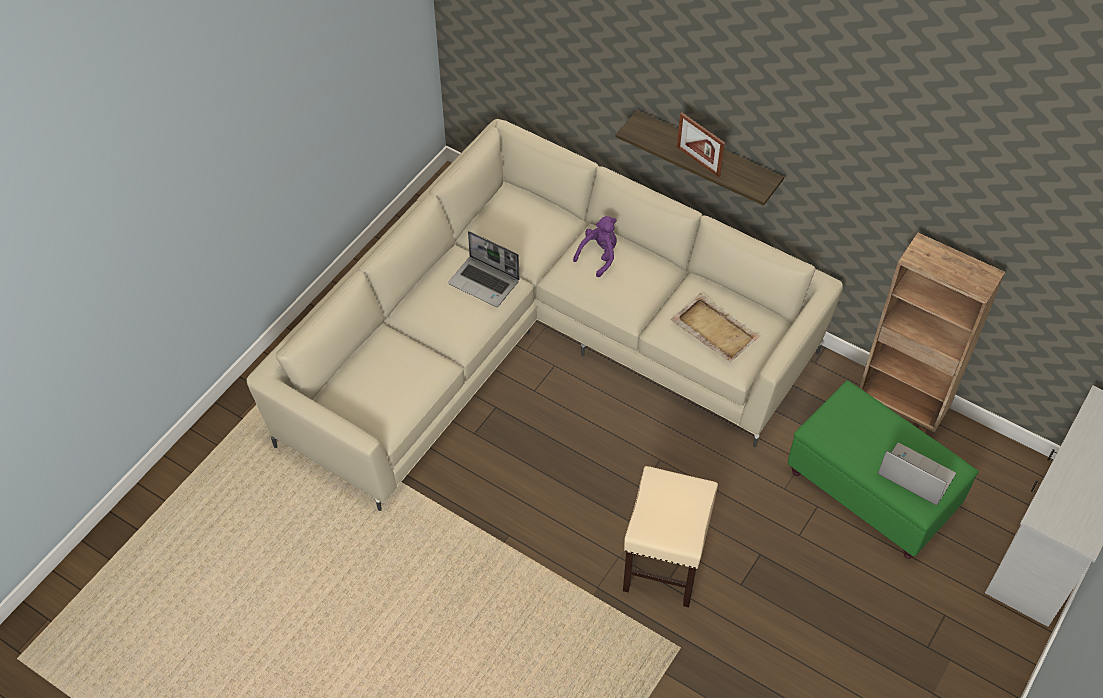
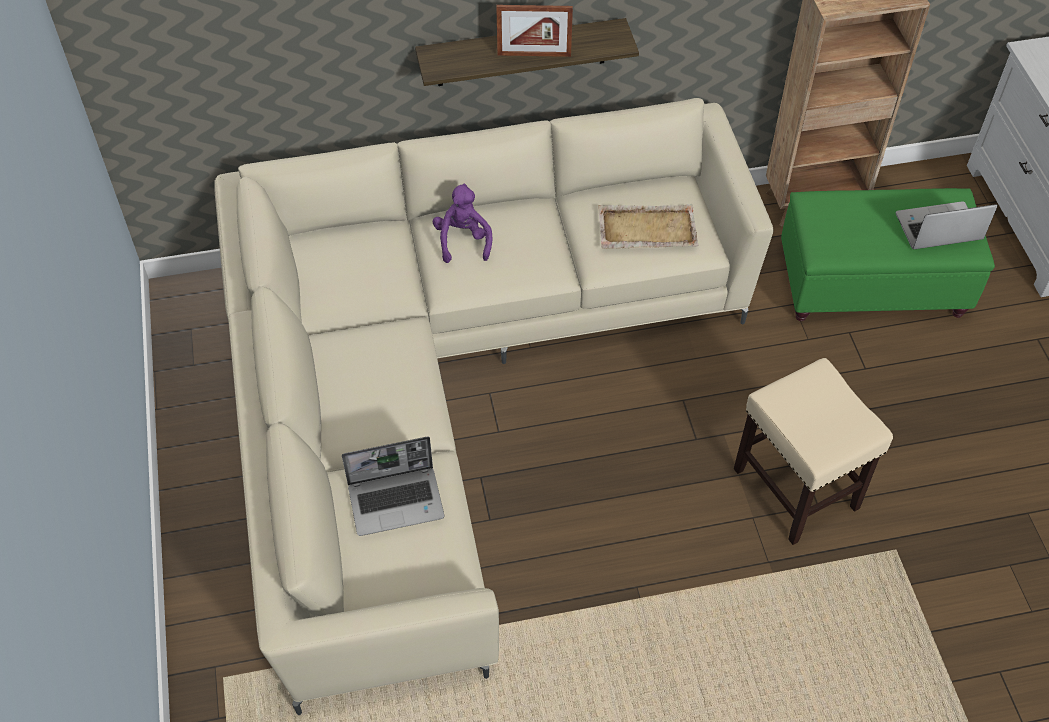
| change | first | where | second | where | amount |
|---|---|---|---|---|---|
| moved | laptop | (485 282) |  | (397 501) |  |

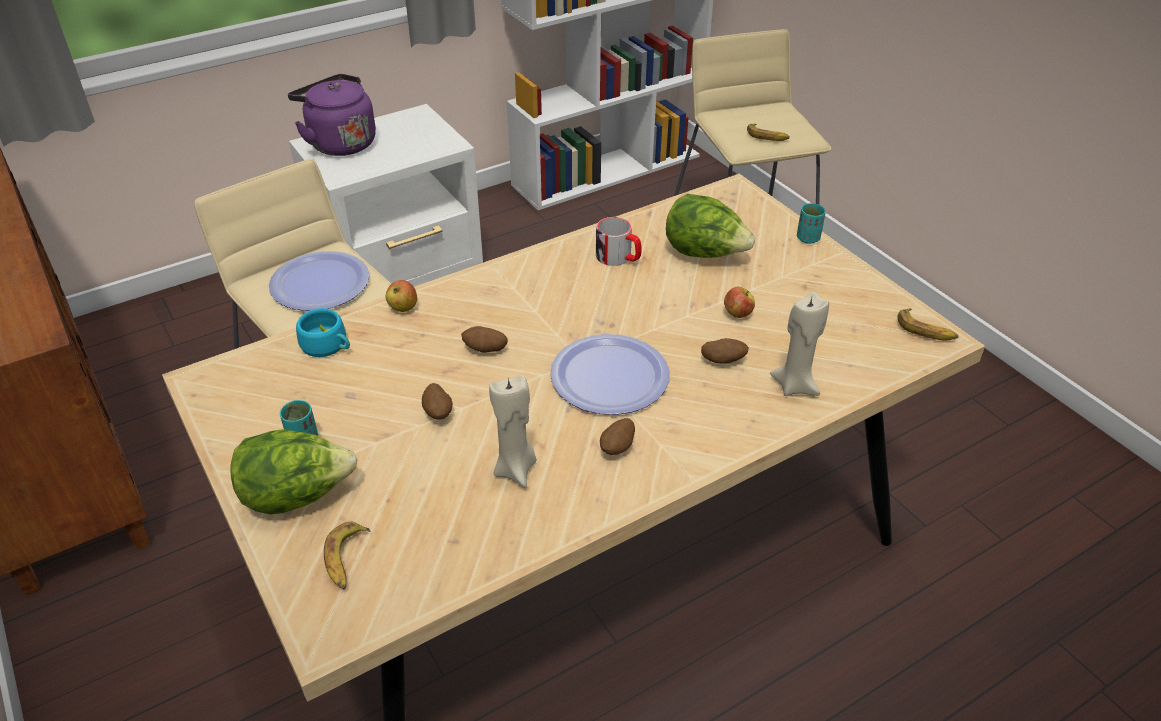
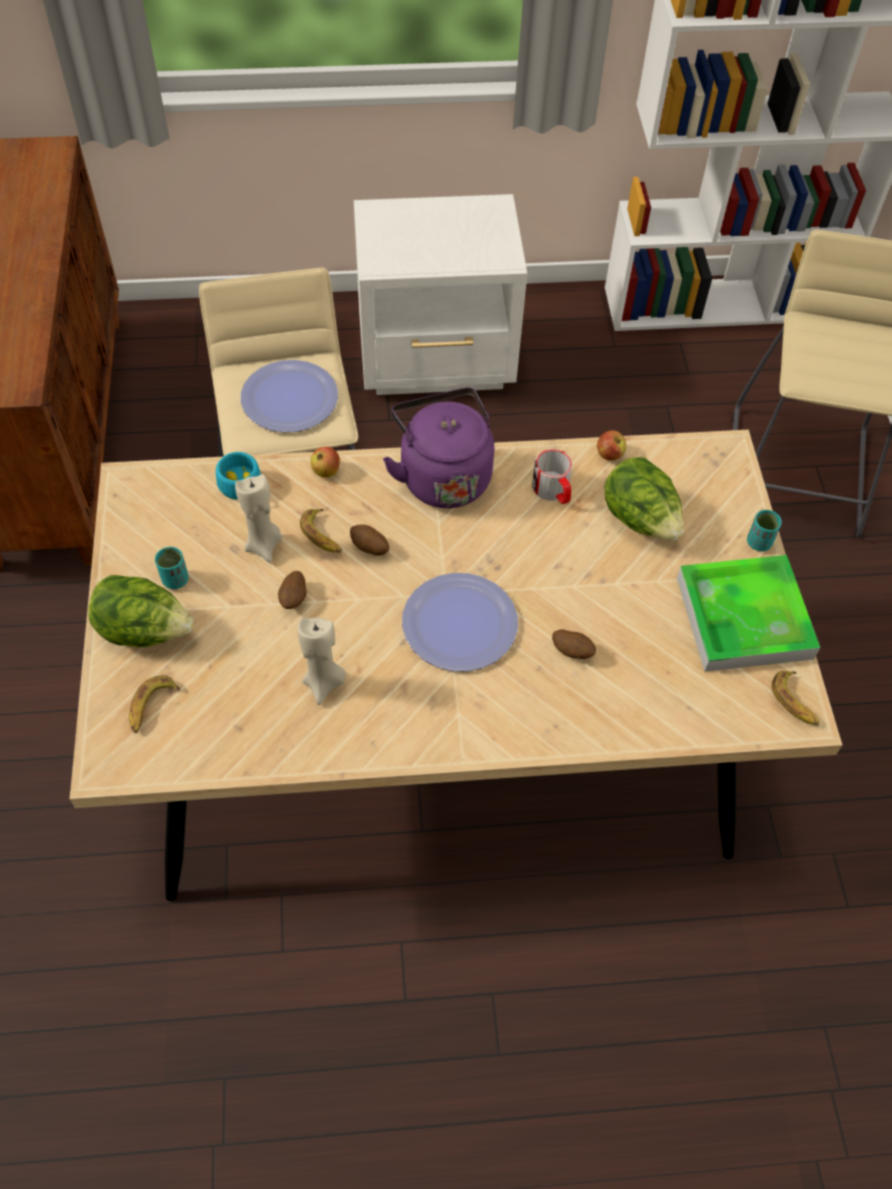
| change | first | where | second | where | amount |
|---|---|---|---|---|---|
| moved | świeca [beżowy] | (795 385) |  | (264 545) |  |
| moved | banan | (767 136) |  | (322 536) |  |
| moved | czajnik [fioletowy] | (339 143) |  | (442 475) |  |
| moved | jabłko | (737 314) |  | (609 454) |  |
| added |  |  | taca | (743 617) |  |
| removed | ziemniak | (617 448) |  |  |  |

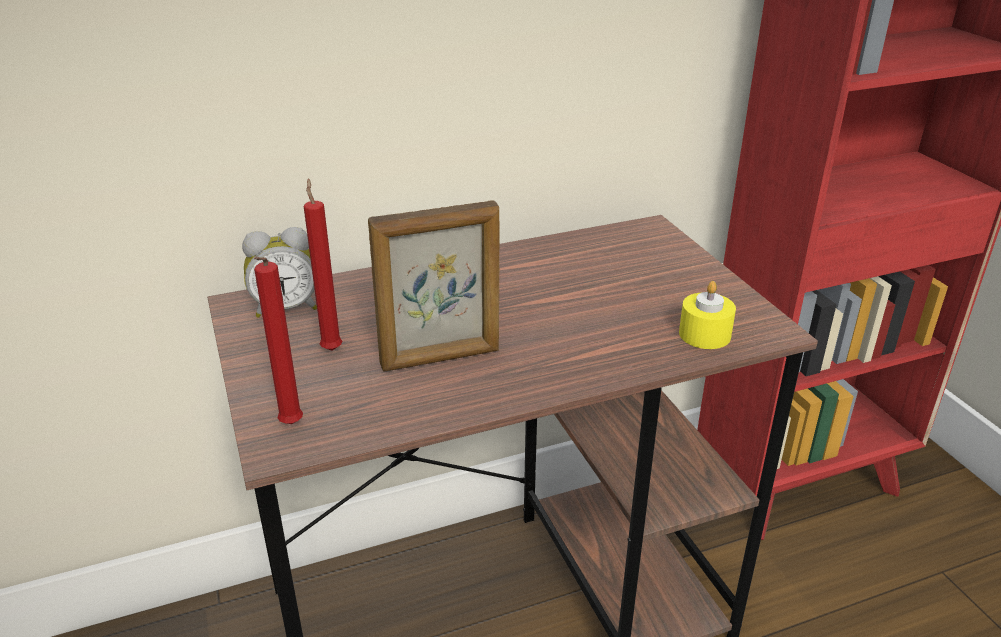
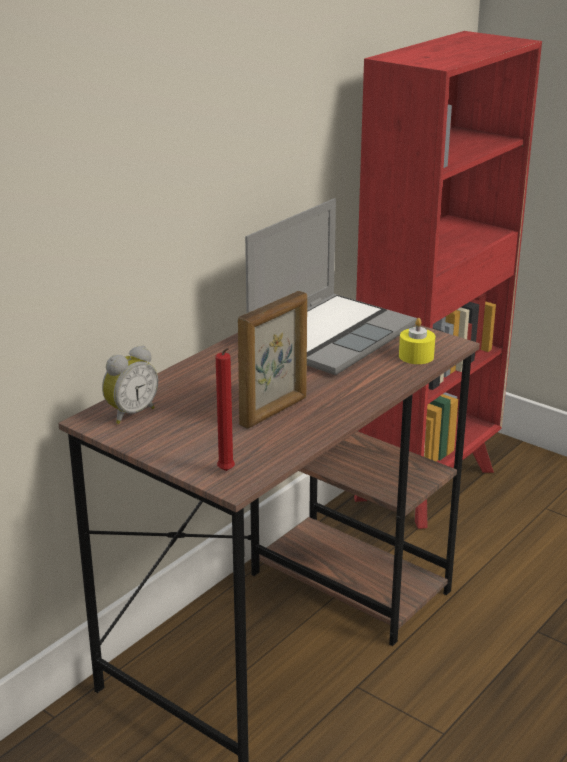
| change | first | where | second | where | amount |
|---|---|---|---|---|---|
| added |  |  | laptop | (331 335) |  |
| removed | świeca [czerwony] | (331 348) |  |  |  |

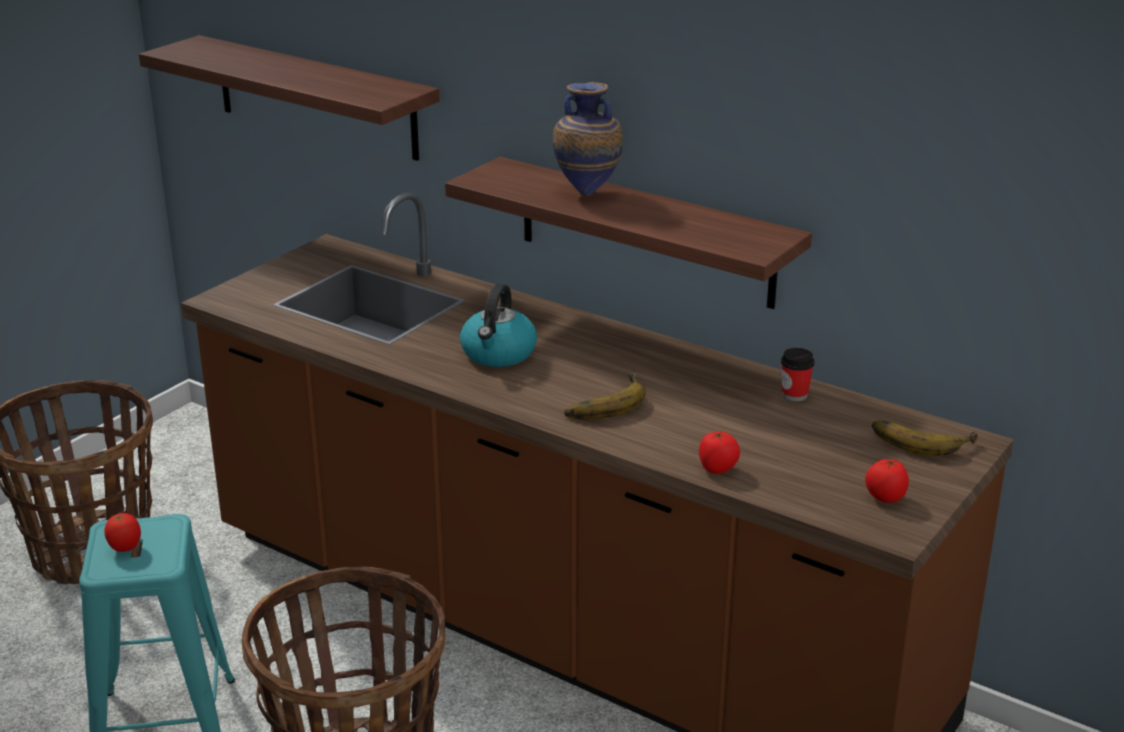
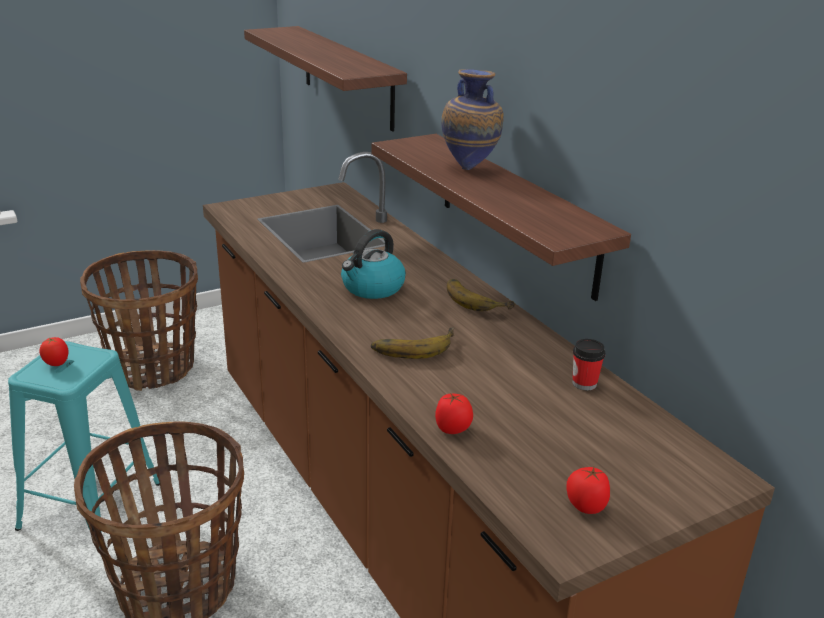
| change | first | where | second | where | amount |
|---|---|---|---|---|---|
| moved | banan | (921 439) |  | (477 299) |  |

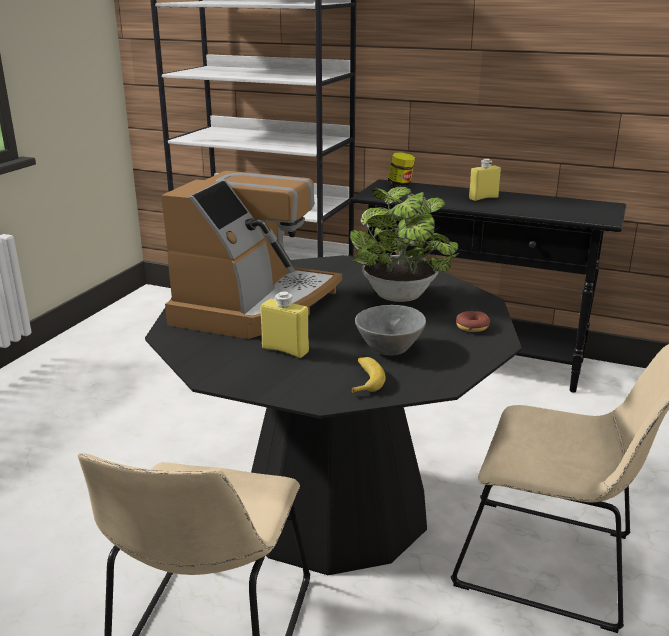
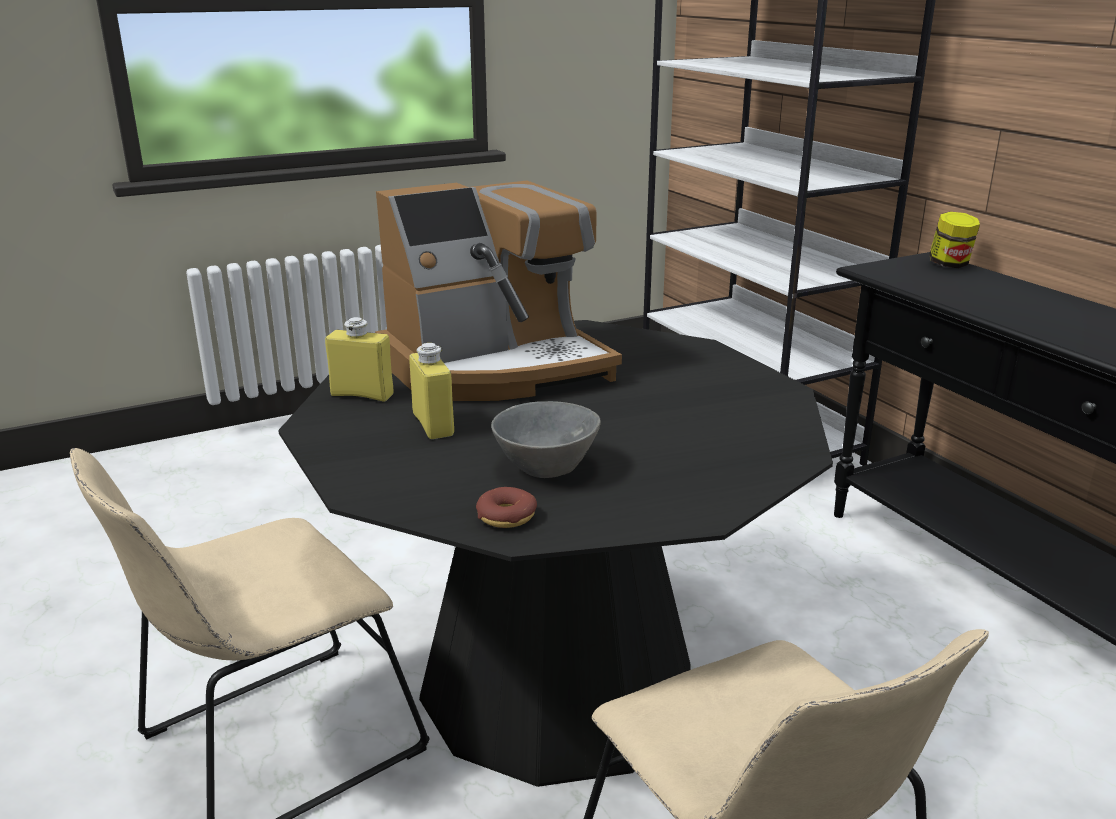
| change | first | where | second | where | amount |
|---|---|---|---|---|---|
| moved | butelka [żółty] | (483 198) |  | (362 395) |  |
| moved | donut | (472 327) |  | (506 516) |  |
| removed | roślina doniczkowa | (400 298) |  |  |  |
| removed | banan | (365 380) |  |  |  |

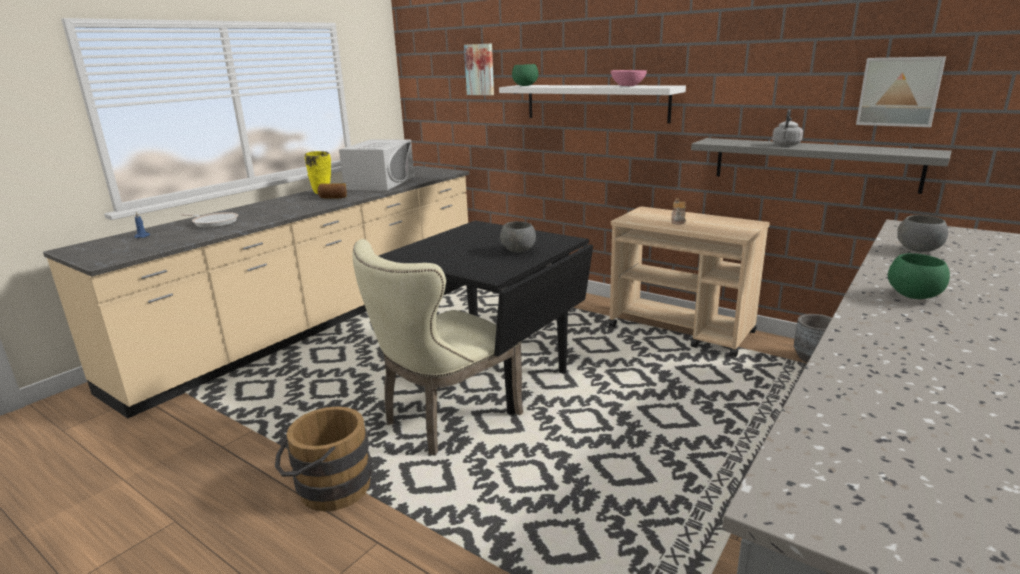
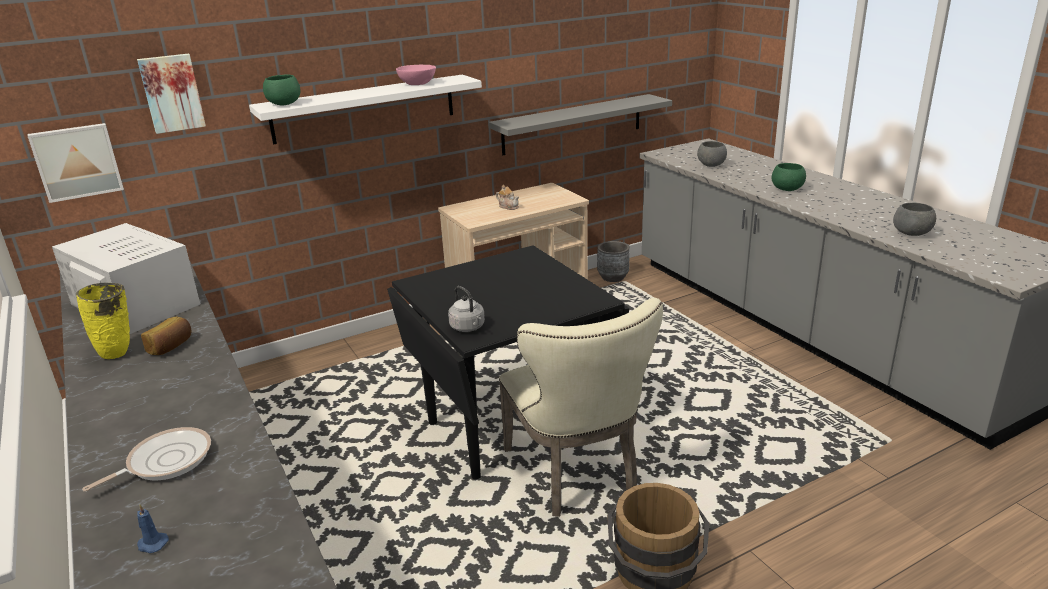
| change | first | where | second | where | amount |
|---|---|---|---|---|---|
| moved | obraz | (899 91) |  | (77 161) |  |
| moved | czajnik [szary] | (785 145) |  | (468 327) |  |
| moved | miska [szary] | (518 251) |  | (912 234) |  |

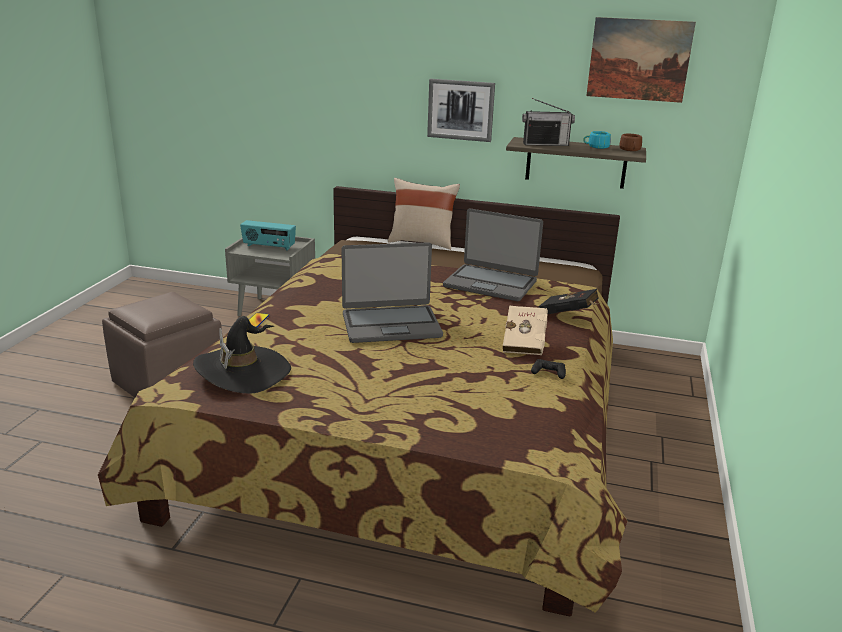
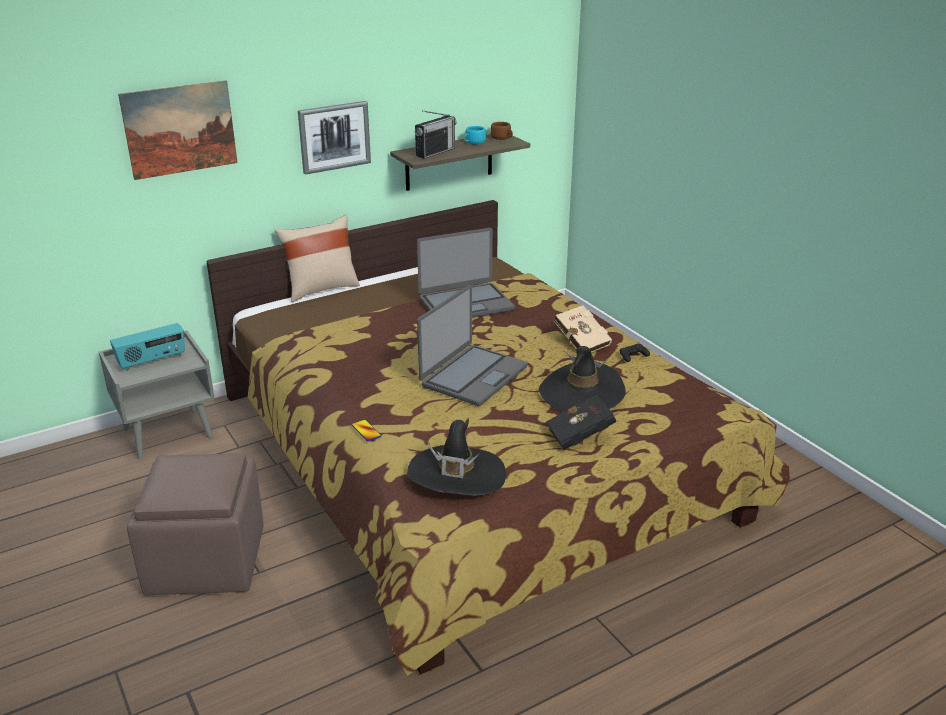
| change | first | where | second | where | amount |
|---|---|---|---|---|---|
| moved | obraz | (639 60) |  | (180 129) |  |
| added |  |  | kapelusz [czarny] | (581 393) |  |
| moved | książka [czarny] | (569 316) |  | (583 436) |  |

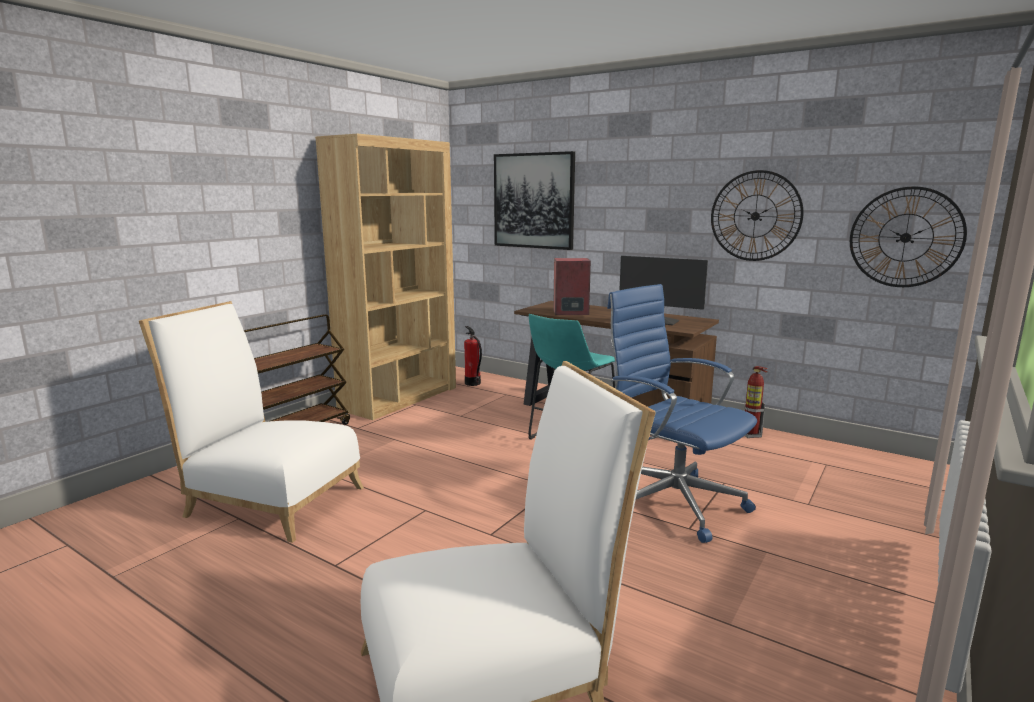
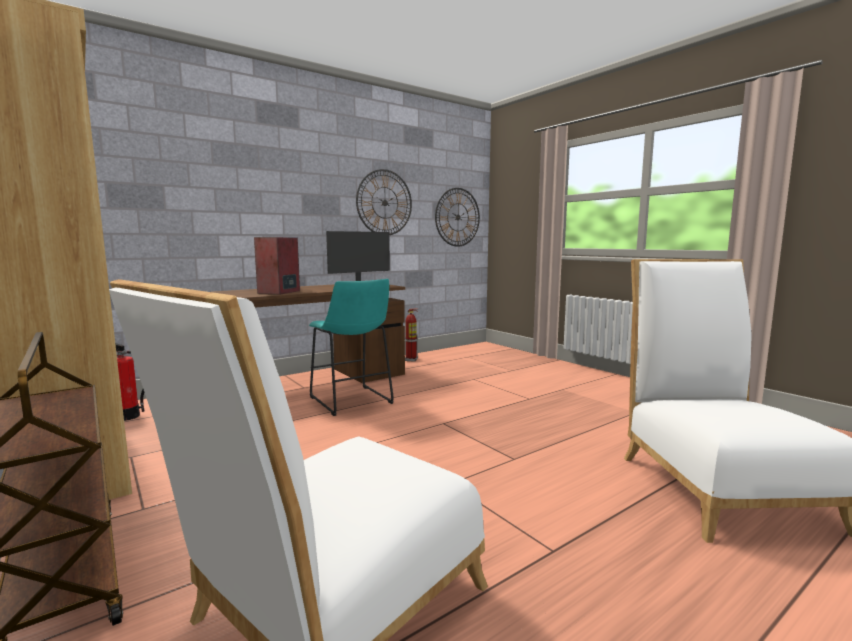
| change | first | where | second | where | amount |
|---|---|---|---|---|---|
| removed | obraz | (533 201) |  |  |  |
| removed | krzesło biurowe [niebieski] | (672 502) |  |  |  |

